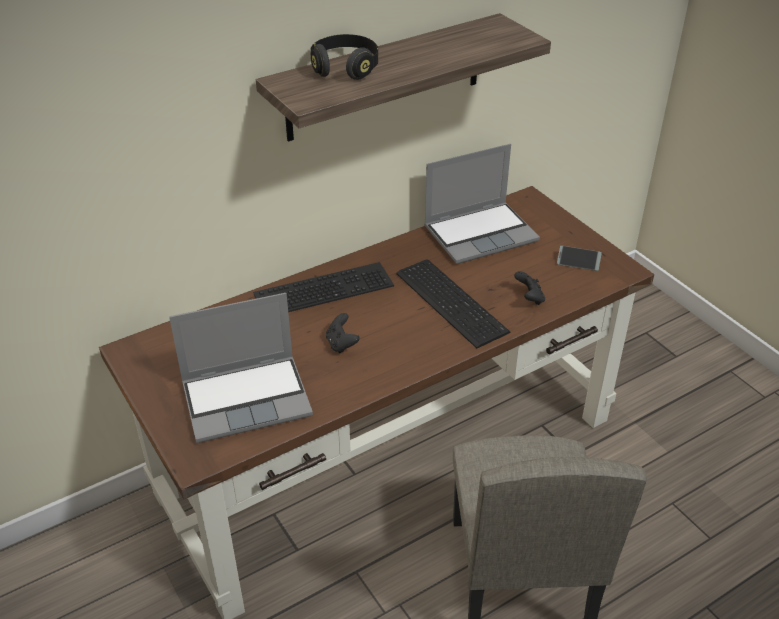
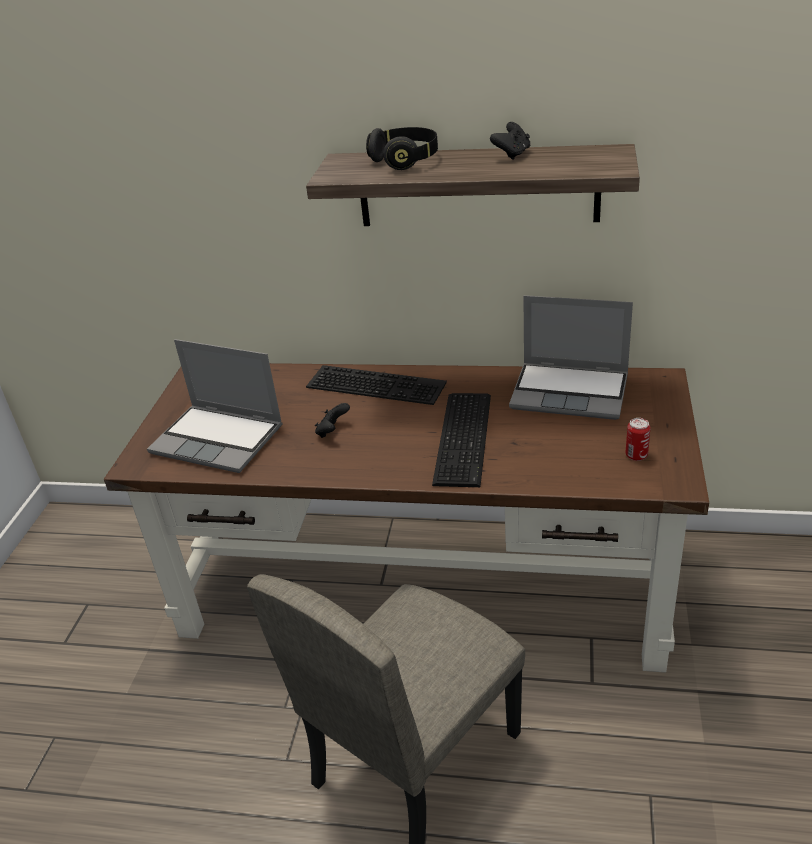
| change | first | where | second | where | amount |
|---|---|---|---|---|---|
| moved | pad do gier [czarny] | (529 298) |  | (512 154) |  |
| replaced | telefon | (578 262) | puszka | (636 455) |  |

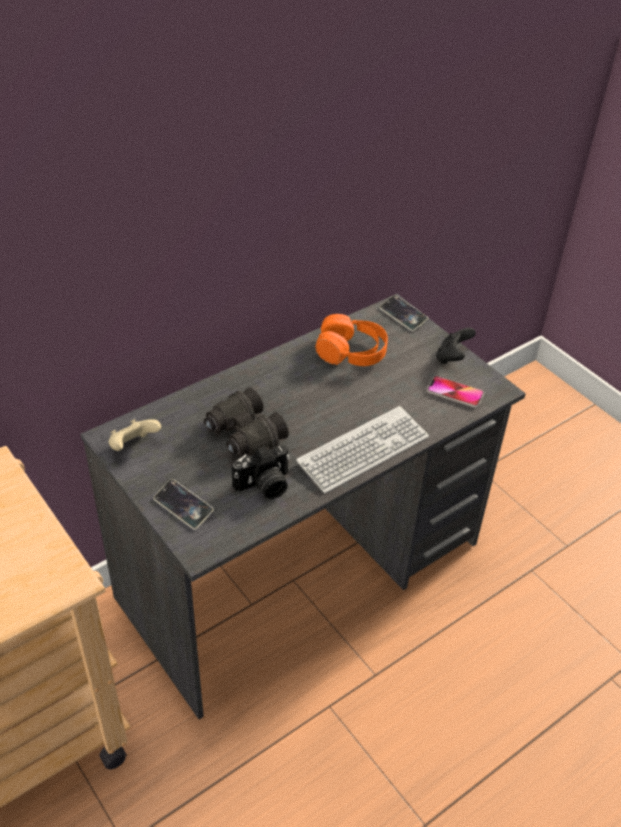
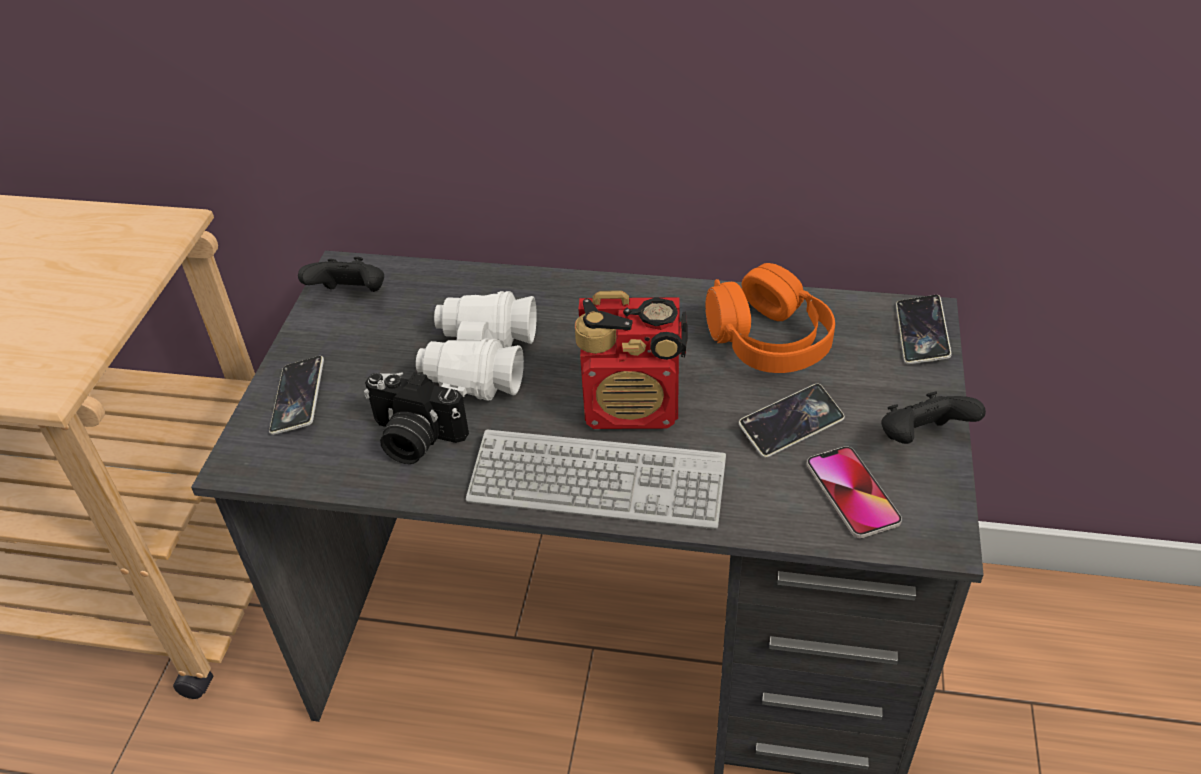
| change | first | where | second | where | amount |
|---|---|---|---|---|---|
| recoloured | pad do gier [beżowy] | (133 446) | pad do gier [czarny] | (351 296) |  |
| recoloured | lornetka [czarny] | (244 436) | lornetka [biały] | (479 362) |  |
| added |  |  | radio | (633 408) |  |
| added |  |  | telefon | (791 425) |  |

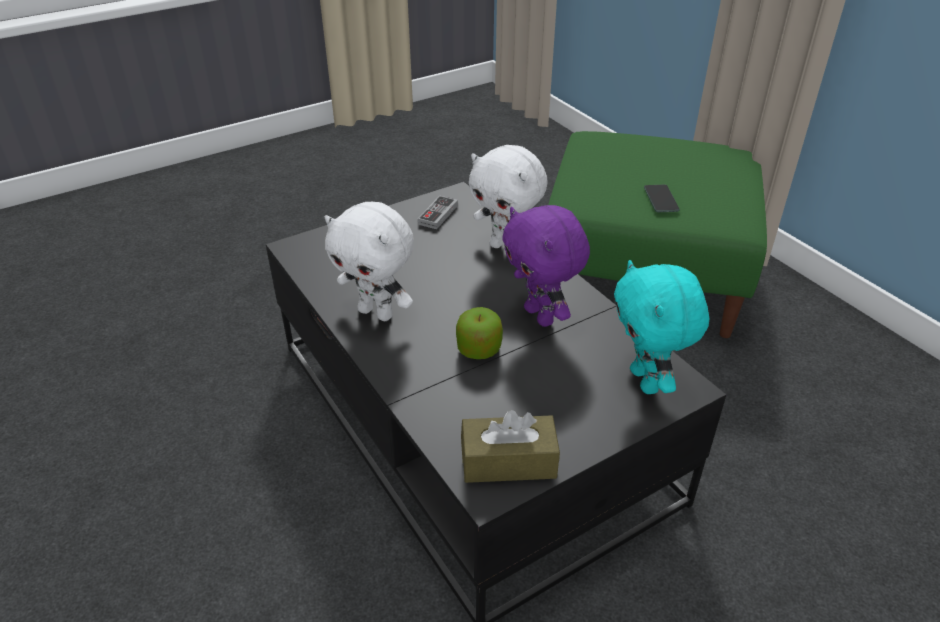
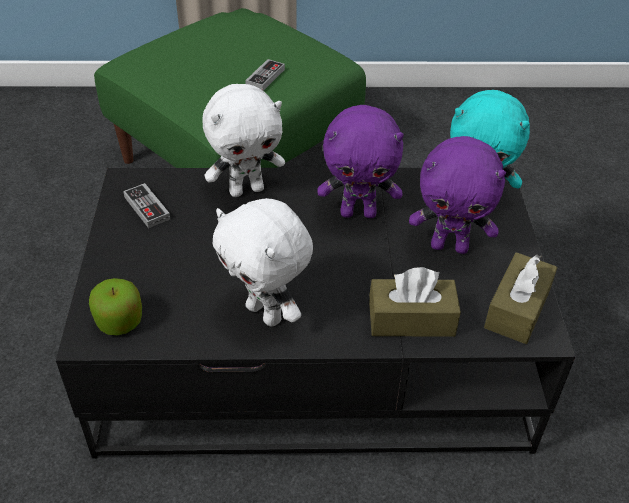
| change | first | where | second | where | amount |
|---|---|---|---|---|---|
| moved | jabłko | (479 349) |  | (119 321) |  |
| turned | pluszak [biały] | (377 313) |  | (266 313) | 75 degrees clockwise |
| replaced | telefon | (661 199) | pad do gier | (265 77) |  |
| added |  |  | pudełko chusteczek [brązowy] | (411 319) |  |
| added |  |  | pluszak [fioletowy] | (450 246) |  |

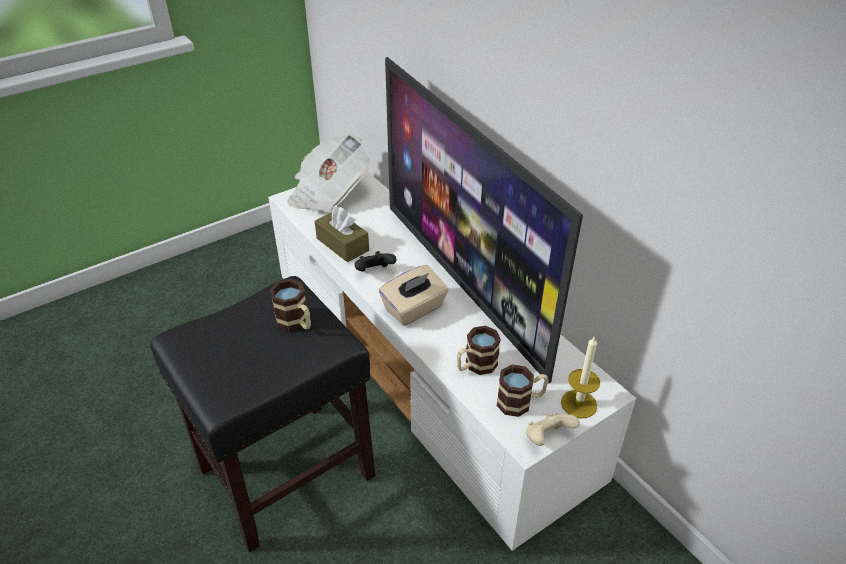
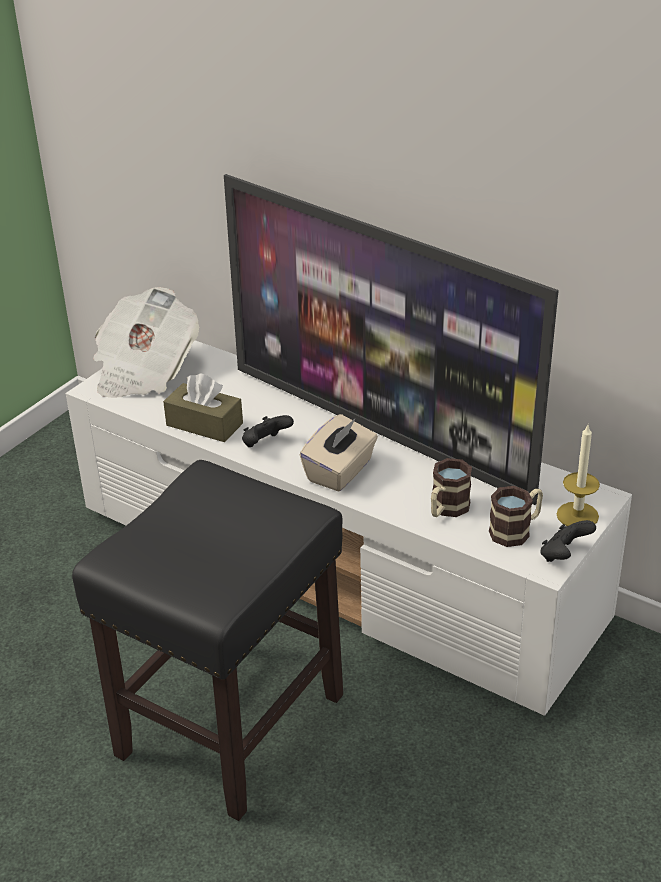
| change | first | where | second | where | amount |
|---|---|---|---|---|---|
| recoloured | pad do gier [beżowy] | (547 438) | pad do gier [czarny] | (564 556) |  |
| removed | kubek | (296 323) |  |  |  |

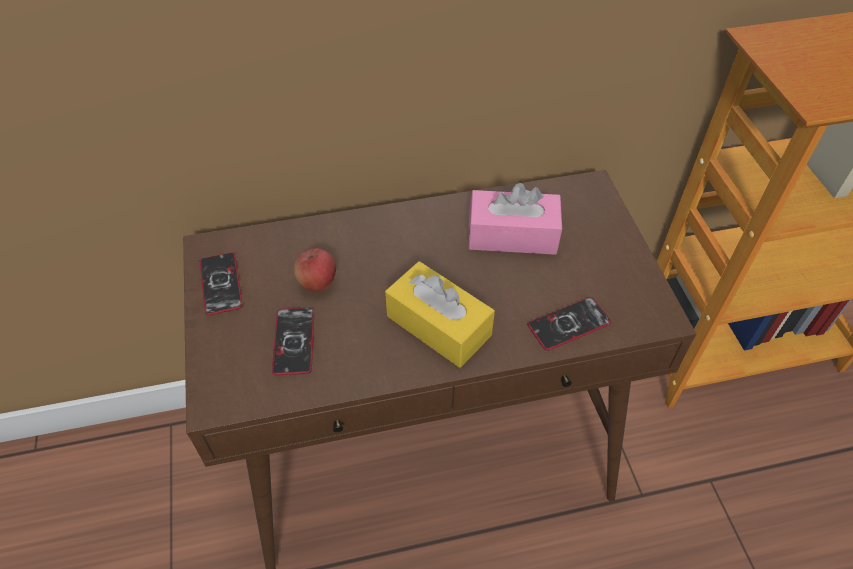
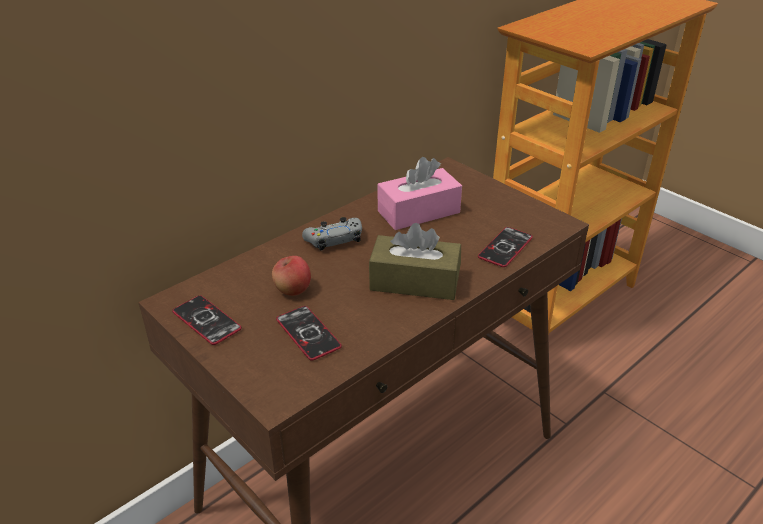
| change | first | where | second | where | amount |
|---|---|---|---|---|---|
| added |  |  | pad do gier [szary] | (334 239) |  |
| recoloured | pudełko chusteczek [żółty] | (438 325) | pudełko chusteczek [brązowy] | (414 281) |  |

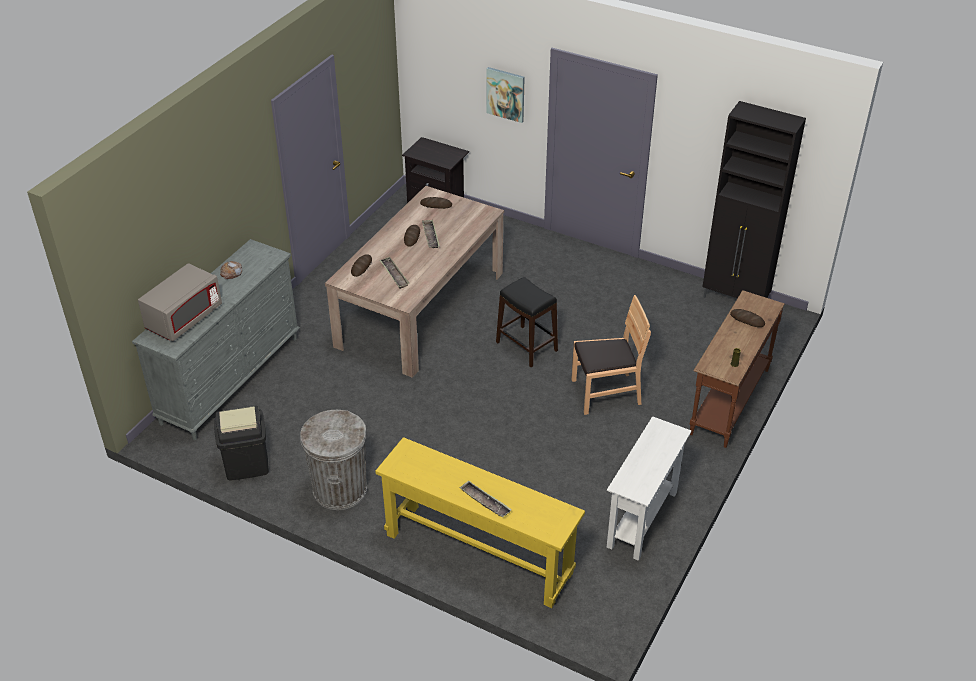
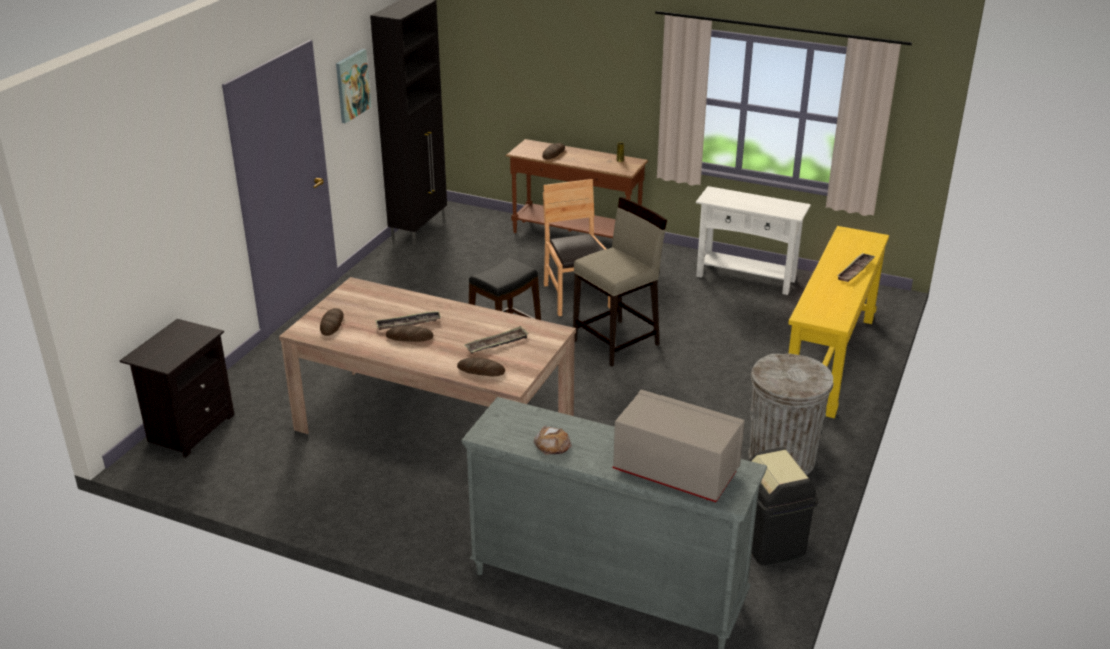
| change | first | where | second | where | amount |
|---|---|---|---|---|---|
| moved | obraz | (506 94) |  | (352 85) |  |
| added |  |  | stołek [beżowy] | (617 342) |  |

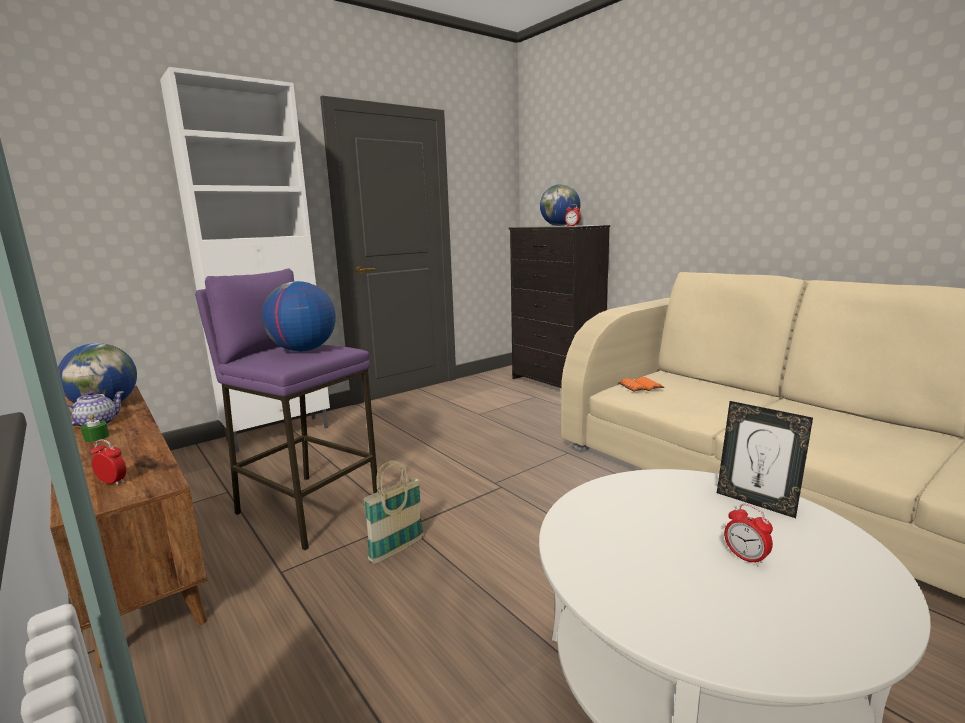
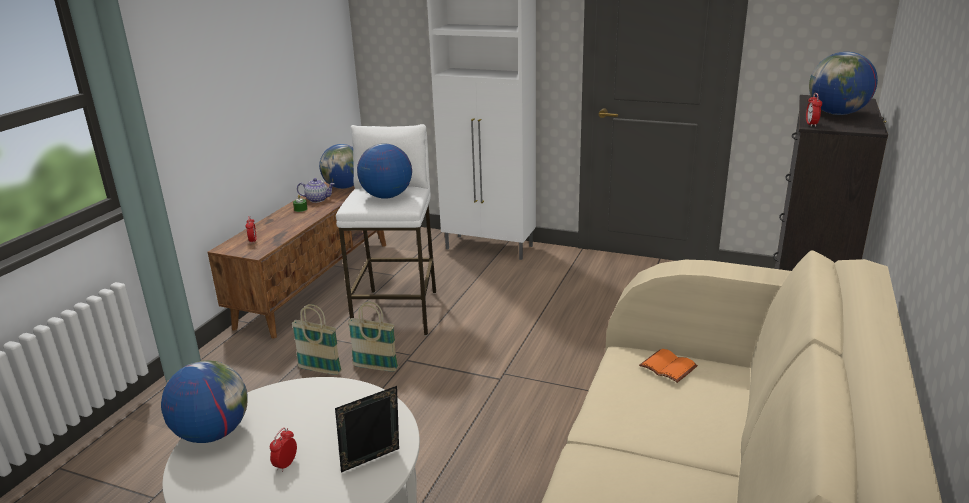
| change | first | where | second | where | amount |
|---|---|---|---|---|---|
| added |  |  | globus | (212 433) |  |
| added |  |  | koszyk | (320 370) |  |
| turned | ramka na zdjęcie | (756 502) |  | (372 463) | 45 degrees clockwise |
| recoloured | stołek [fioletowy] | (307 508) | stołek [biały] | (398 312) |  |

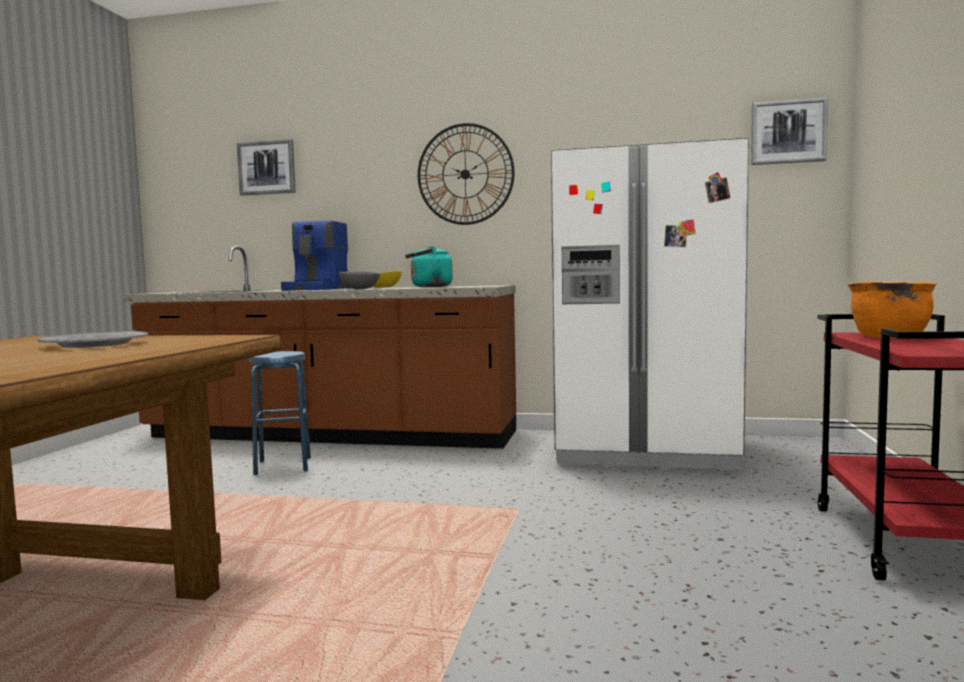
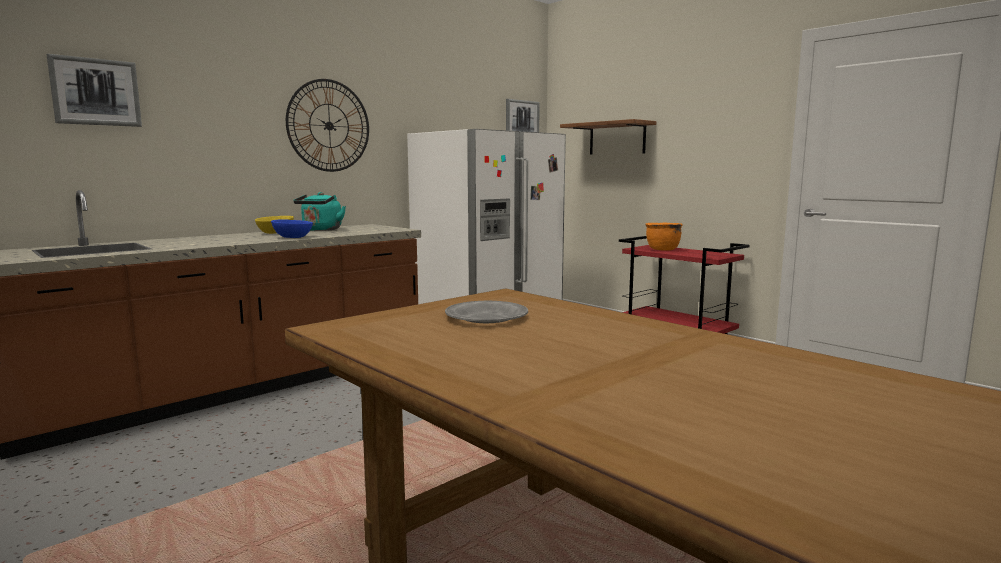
| change | first | where | second | where | amount |
|---|---|---|---|---|---|
| recoloured | miska [szary] | (359 289) | miska [niebieski] | (292 237) |  |
| added |  |  | półka | (617 138) |  |
| removed | stołek [niebieski] | (283 466) |  |  |  |
| removed | ekspres do kawy | (317 289) |  |  |  |

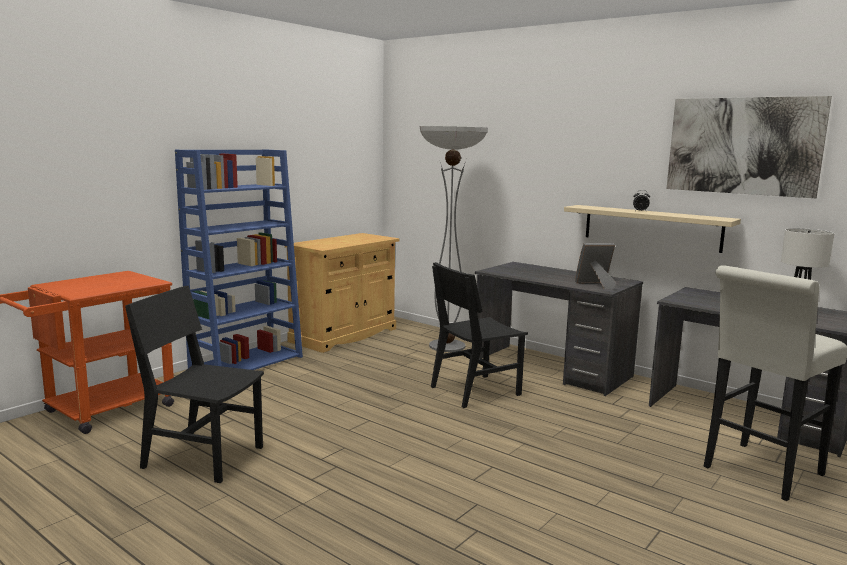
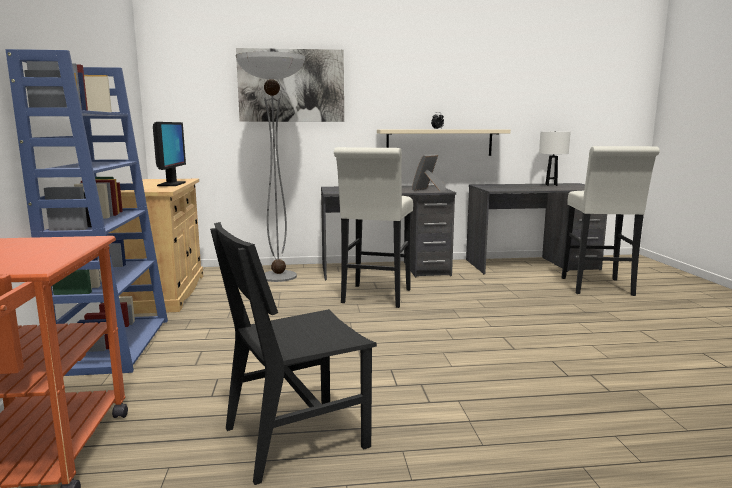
| change | first | where | second | where | amount |
|---|---|---|---|---|---|
| added |  |  | monitor | (171 184) |  |
| moved | obraz | (743 146) |  | (291 85) |  |
| replaced | krzesło [czarny] | (475 391) | stołek [biały] | (375 298) |  |

